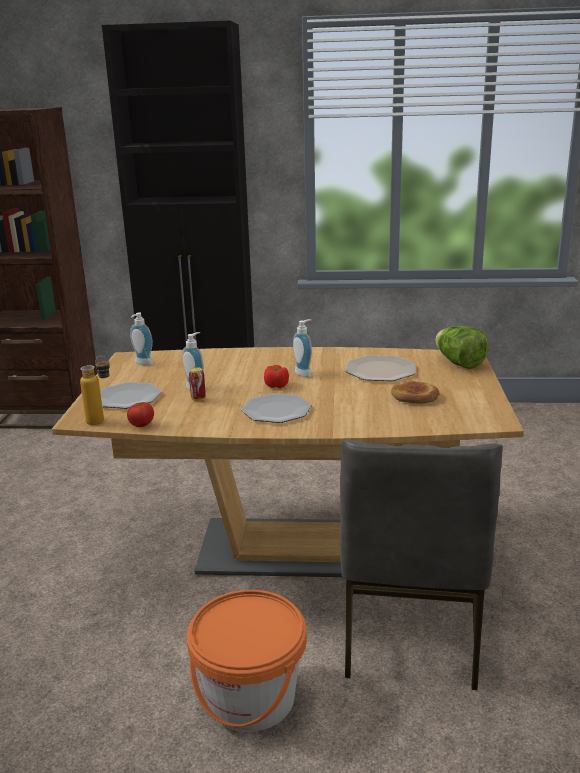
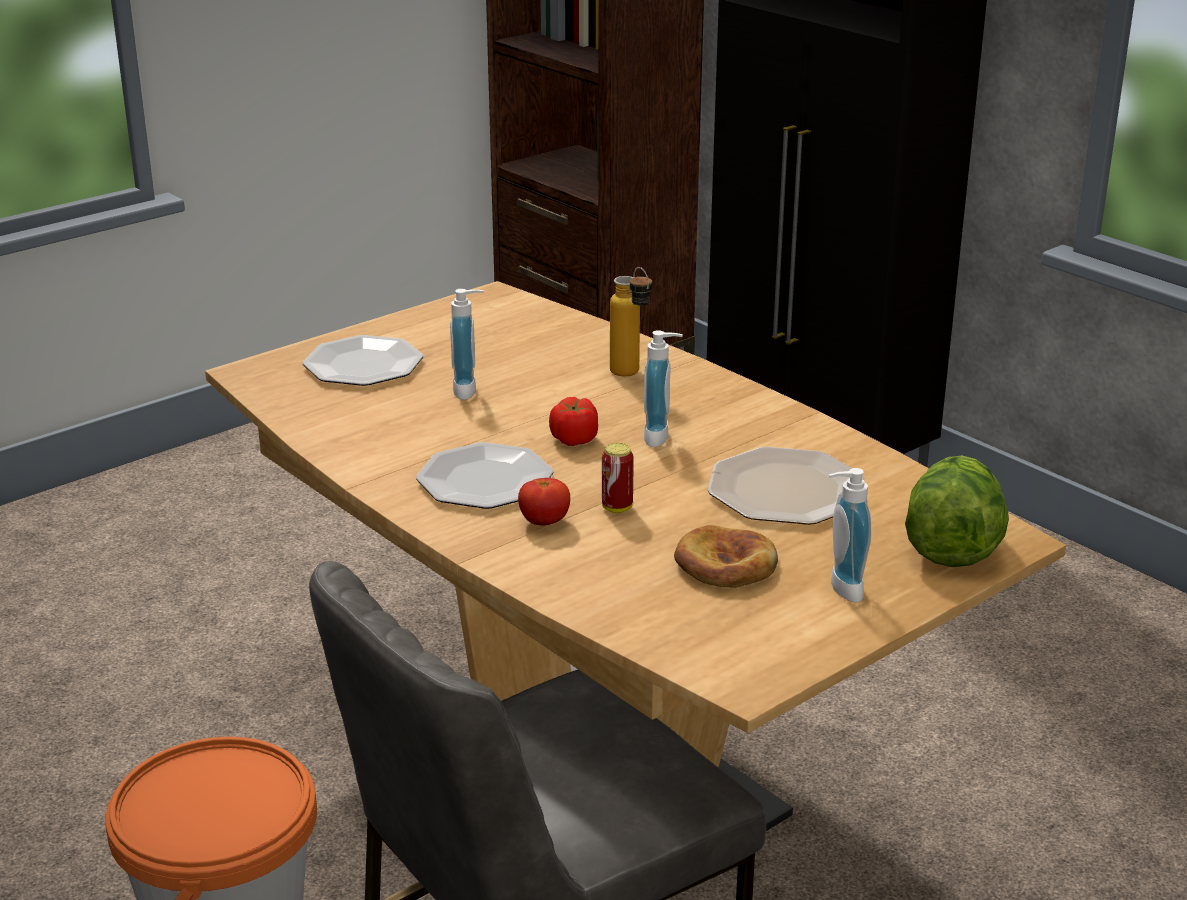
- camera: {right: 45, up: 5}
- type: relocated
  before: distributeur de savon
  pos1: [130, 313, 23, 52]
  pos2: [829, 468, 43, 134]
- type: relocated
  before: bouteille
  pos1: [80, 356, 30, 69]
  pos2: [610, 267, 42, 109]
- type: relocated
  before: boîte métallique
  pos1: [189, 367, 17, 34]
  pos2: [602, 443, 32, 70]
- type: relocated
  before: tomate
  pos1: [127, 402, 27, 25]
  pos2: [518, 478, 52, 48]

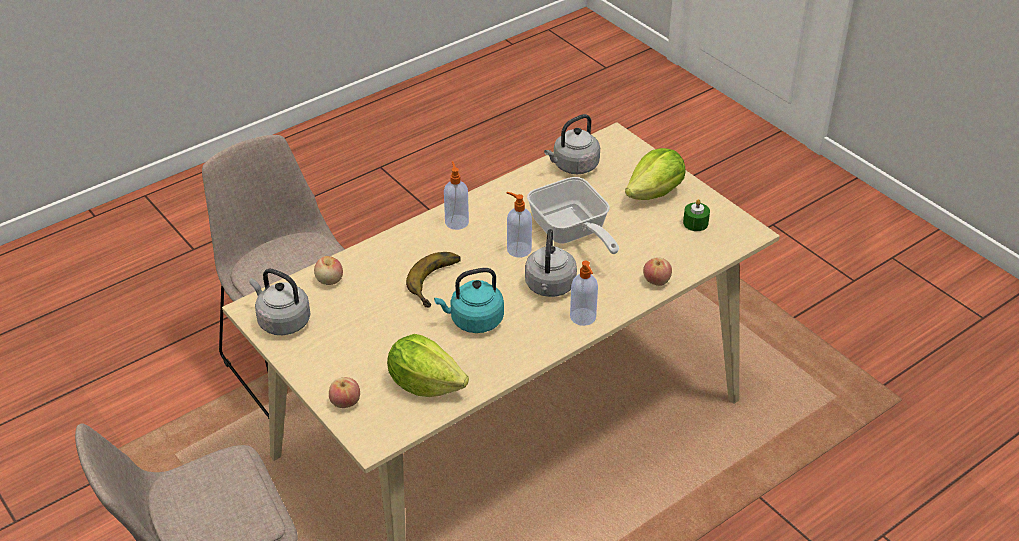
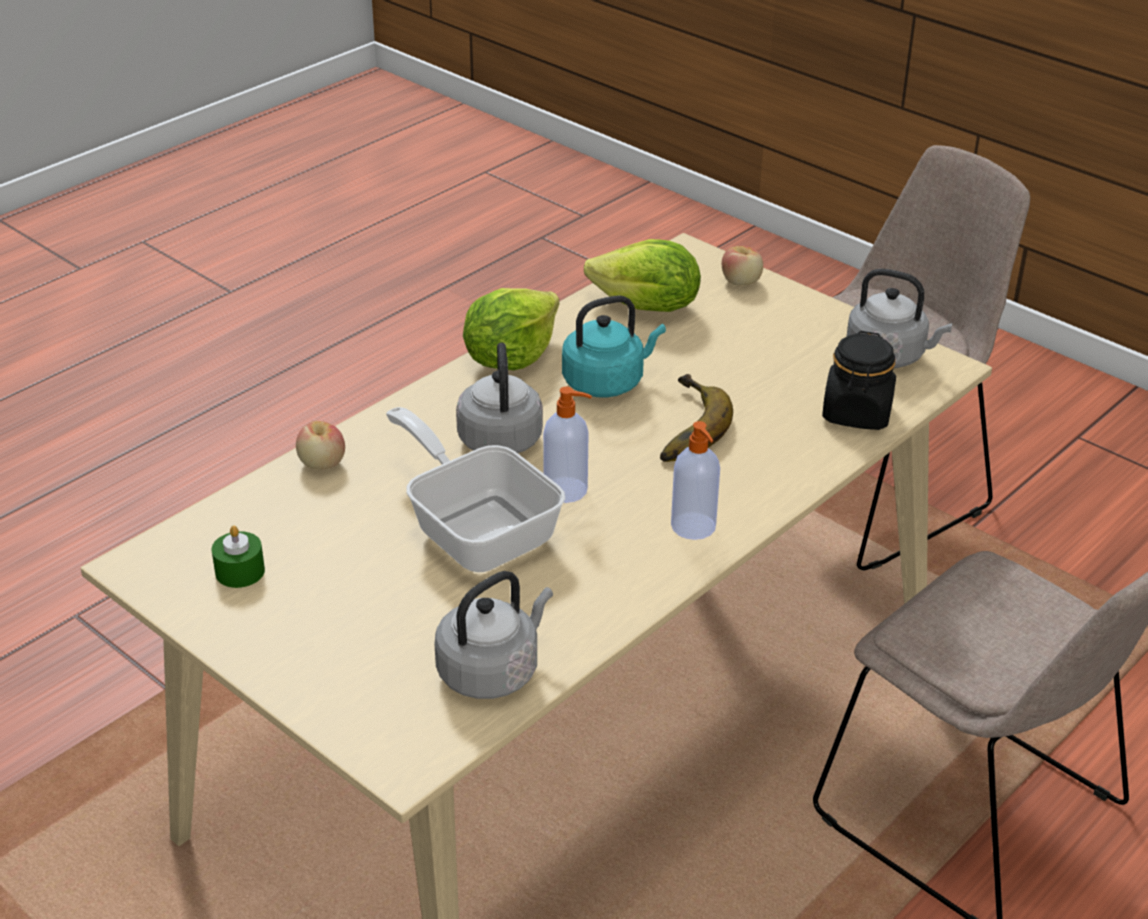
- camera: {right: 170, up: -5}
- type: relocated
  before: laitue
  pos1: [625, 148, 61, 52]
  pos2: [463, 288, 96, 82]
- type: exchanged
  before: pomme
  after: bocal (noir)
  pos1: [314, 256, 29, 29]
  pos2: [822, 331, 74, 99]
- type: missing
  before: distributeur de savon
  pos1: [570, 261, 28, 65]

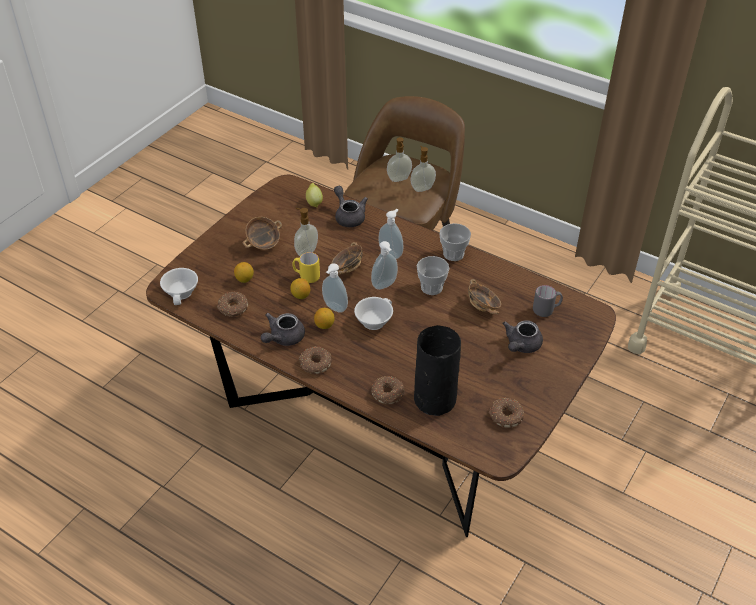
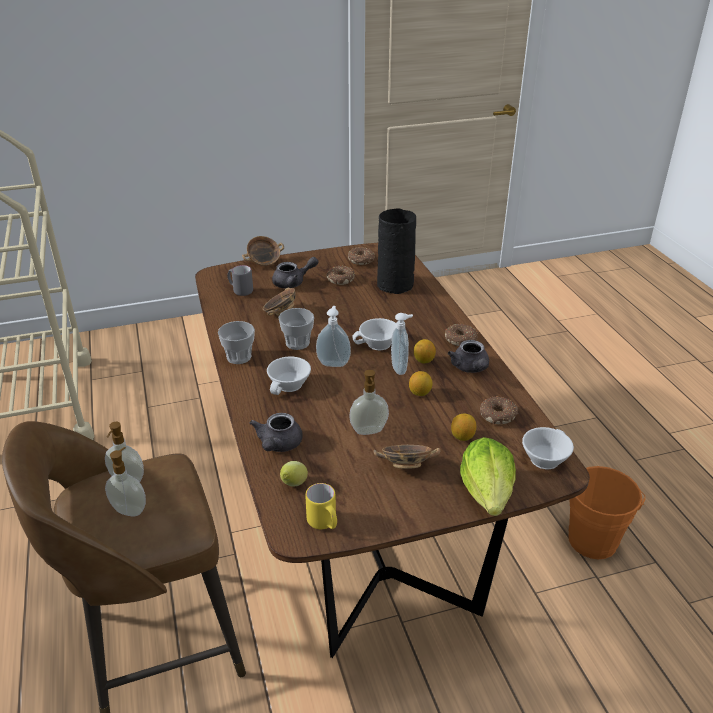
- camera: {right: -140, up: -10}
- type: exchanged
  before: distributeur de savon
  after: tasse (blanc)
  pos1: [378, 209, 25, 50]
  pos2: [267, 356, 44, 39]
- type: relocated
  before: bol
  pos1: [331, 242, 32, 33]
  pos2: [242, 236, 42, 30]
- type: relocated
  before: mug (jaune)
  pos1: [292, 252, 28, 31]
  pos2: [305, 483, 32, 46]
- type: spun
  before: théière (gris)
  pos1: [261, 313, 44, 33]
  pos2: [448, 340, 41, 33]
  turn: 90
- type: relocated
  before: beignet
  pos1: [371, 376, 34, 29]
  pos2: [326, 266, 29, 19]
- type: appeared
  after: laitue
  pos2: [460, 437, 56, 79]
- type: appeared
  after: seau (orange)
  pos2: [568, 466, 78, 94]

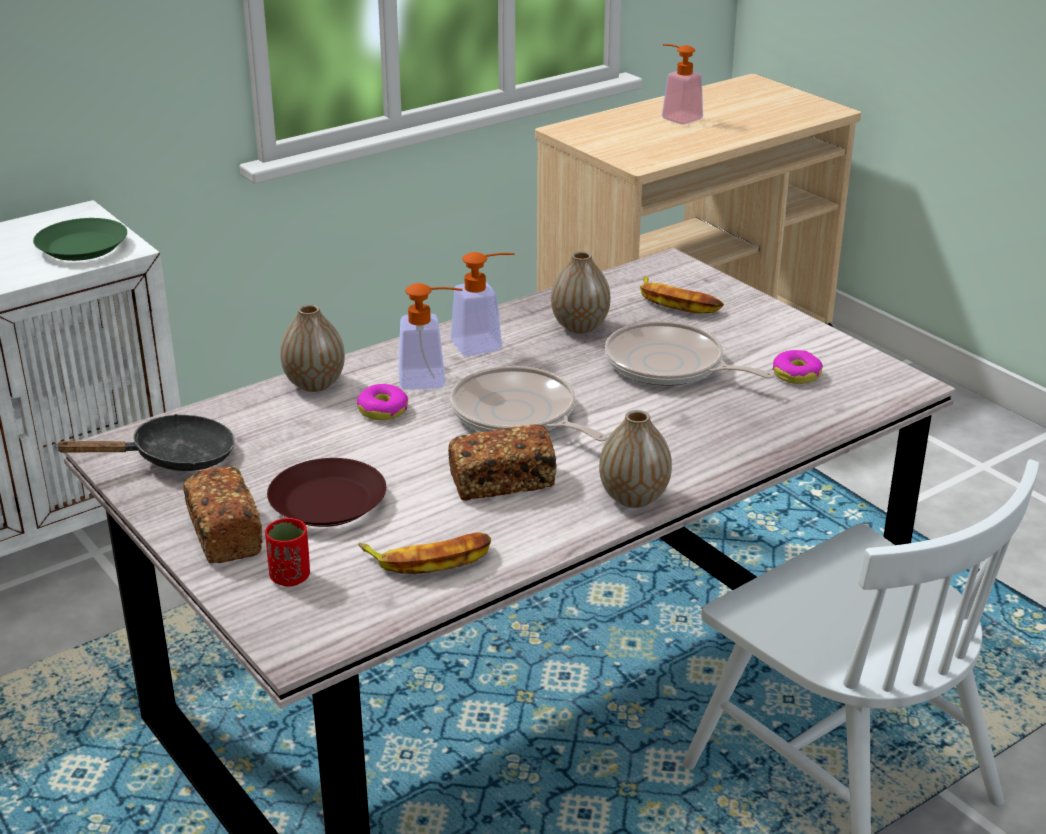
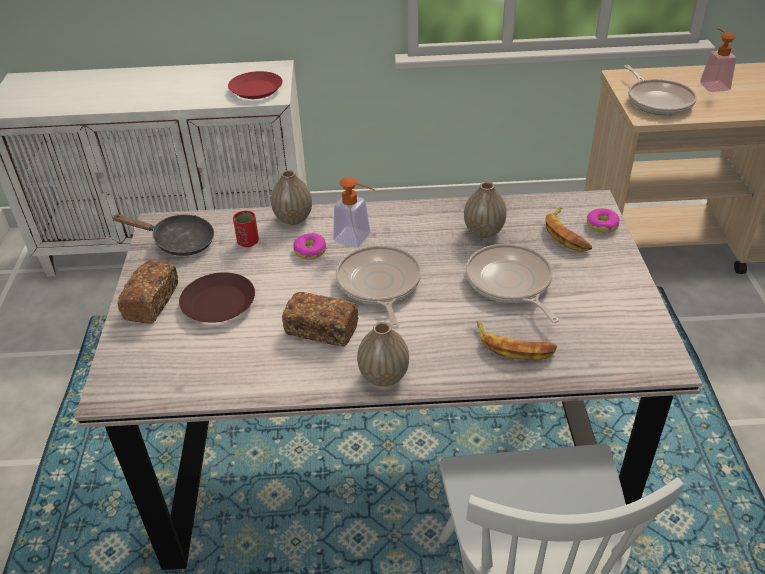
- camera: {right: 35, up: 10}
- type: colour
  before: assiette (vert)
  after: assiette (rouge)
  pos1: [33, 218, 94, 43]
  pos2: [228, 71, 55, 28]
- type: missing
  before: distributeur de savon
  pos1: [451, 252, 64, 104]
- type: relocated
  before: beignet
  pos1: [773, 350, 50, 34]
  pos2: [587, 208, 33, 25]
- type: relocated
  before: tasse (rouge)
  pos1: [265, 518, 45, 69]
  pos2: [233, 211, 26, 36]
- type: relocated
  before: banane
  pos1: [358, 532, 133, 42]
  pos2: [477, 321, 80, 39]
- type: appeared
  after: poêle
  pos2: [624, 65, 73, 50]

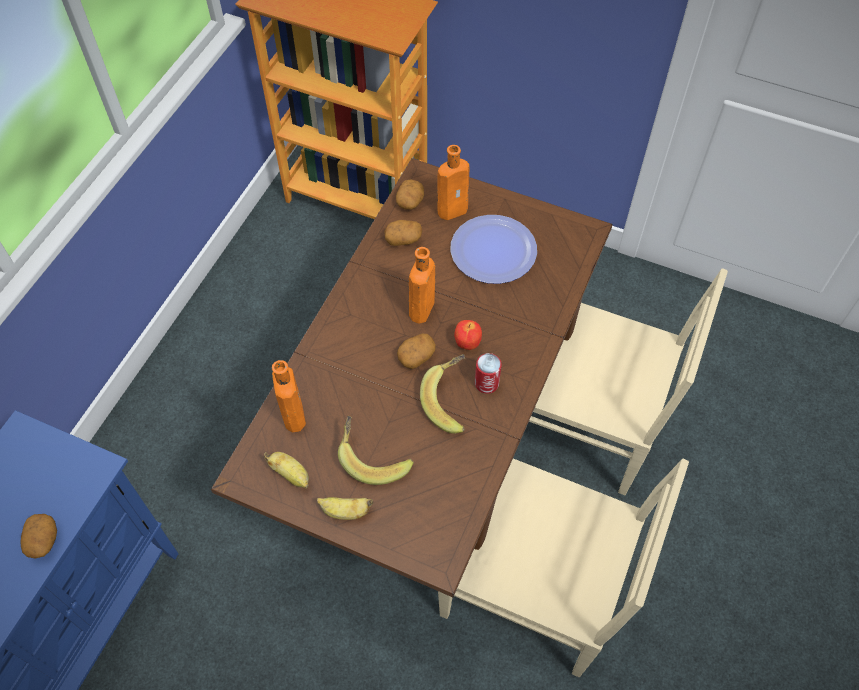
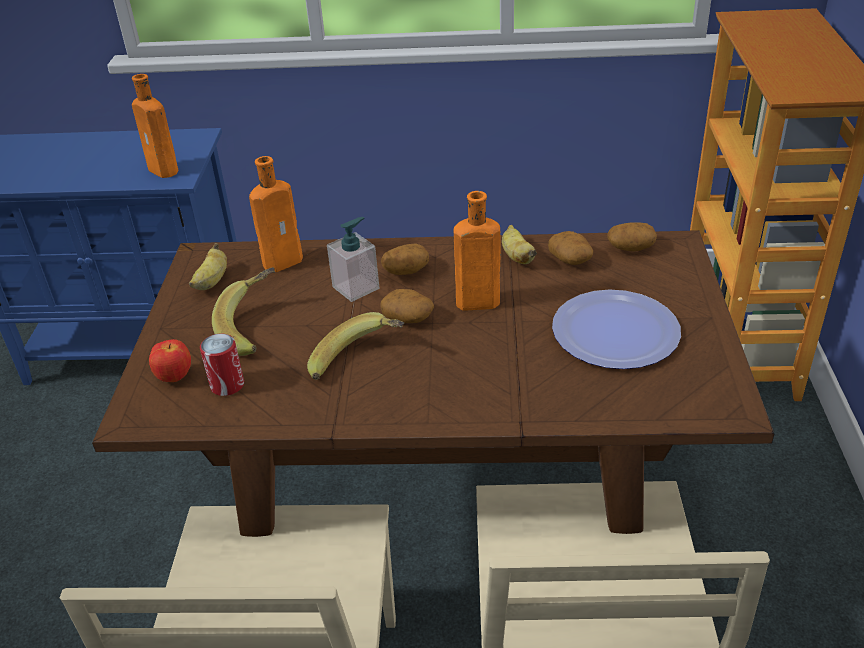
- camera: {right: 70, up: -20}
- type: relocated
  before: bouteille (orange)
  pos1: [437, 145, 33, 75]
  pos2: [132, 74, 46, 104]
- type: relocated
  before: pomme
  pos1: [454, 320, 28, 30]
  pos2: [149, 339, 42, 43]
- type: relocated
  before: boîte métallique
  pos1: [475, 353, 27, 41]
  pos2: [200, 334, 44, 62]
- type: relocated
  before: banane
  pos1: [317, 497, 56, 23]
  pos2: [502, 225, 35, 39]
- type: relocated
  before: pomme de terre
  pos1: [20, 514, 37, 45]
  pos2: [381, 243, 48, 32]
- type: appeared
  after: distributeur de savon
  pos2: [327, 217, 52, 85]

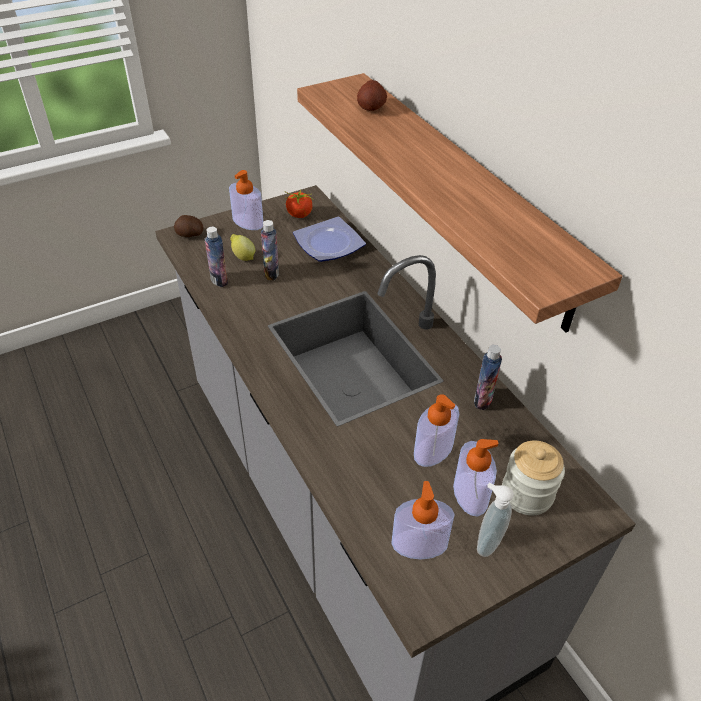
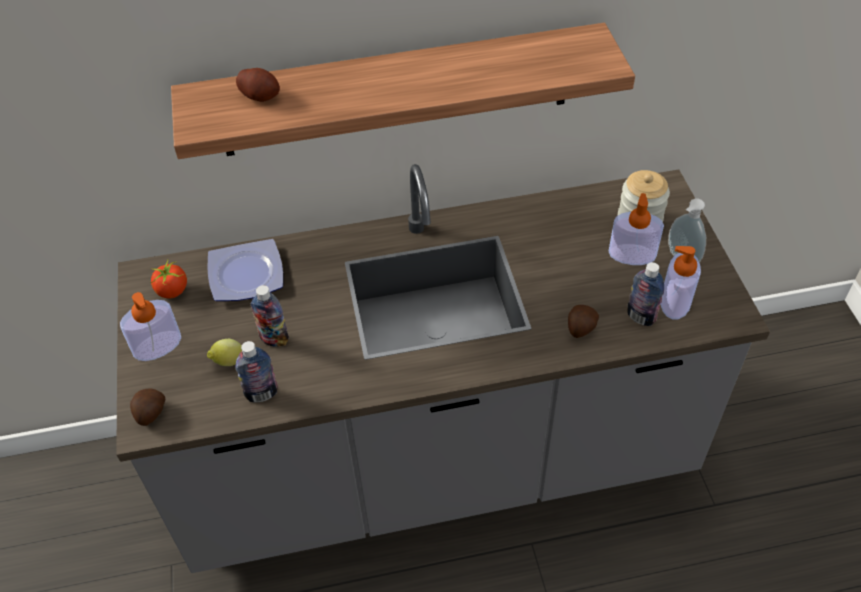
- camera: {right: -70, up: 5}
- type: relocated
  before: bouteille
  pos1: [474, 345, 28, 65]
  pos2: [627, 262, 37, 64]
- type: missing
  before: distributeur de savon
  pos1: [414, 394, 45, 73]
- type: appeared
  after: pomme de terre
  pos2: [568, 305, 31, 33]

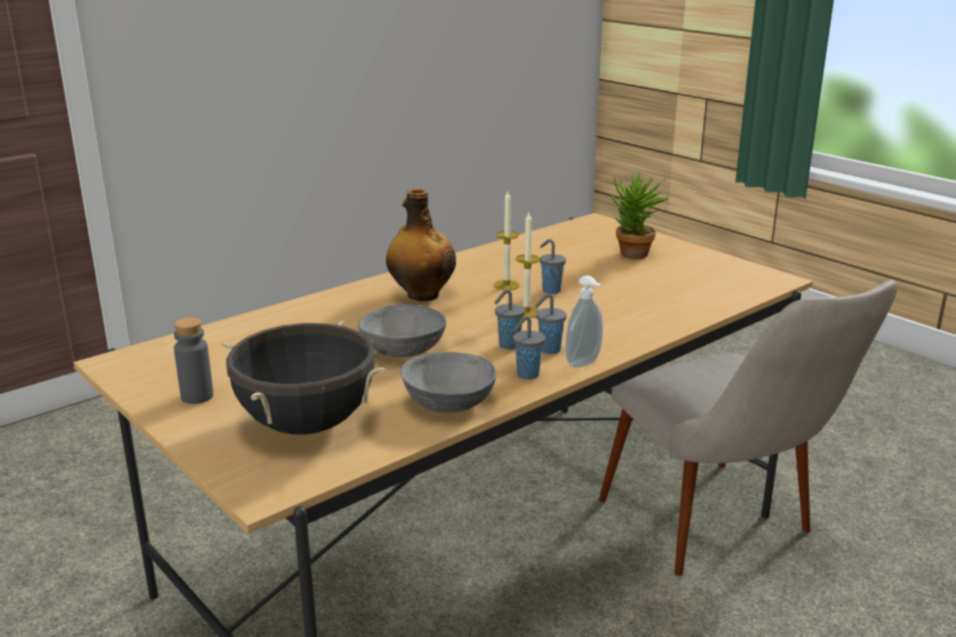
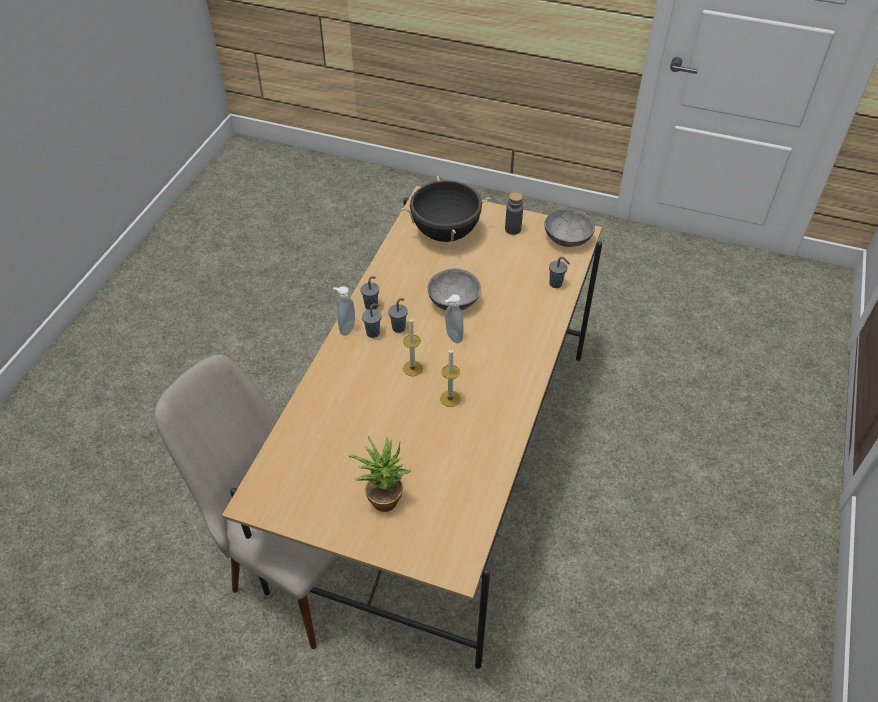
- camera: {right: 150, up: 25}
- type: missing
  before: bouteille
  pos1: [386, 188, 70, 113]
- type: relocated
  before: tasse (gris)
  pos1: [540, 239, 26, 55]
  pos2: [549, 257, 21, 31]
- type: relocated
  before: bol (gris)
  pos1: [401, 352, 95, 61]
  pos2: [544, 208, 51, 39]
- type: appeared
  after: distributeur de savon
  pos2: [445, 294, 18, 49]

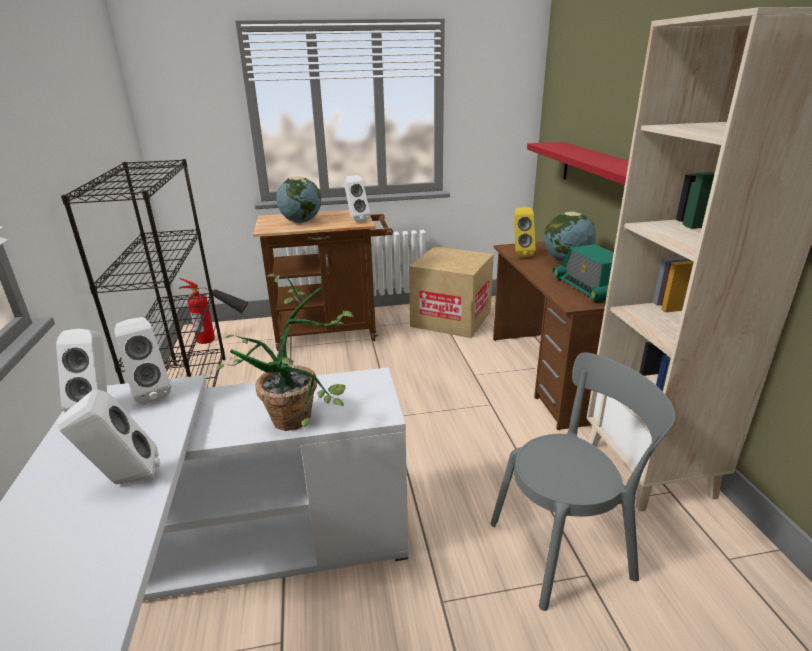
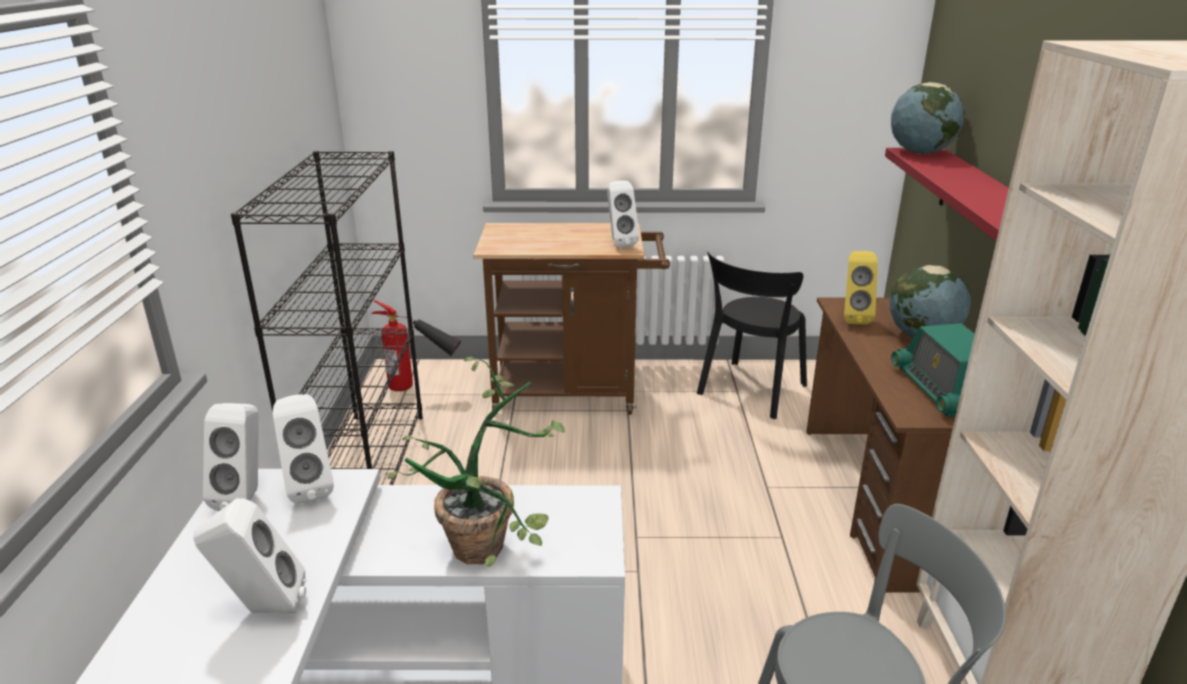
- camera: {right: 10, up: 0}
- type: relocated
  before: globe
  pos1: [276, 176, 45, 47]
  pos2: [891, 82, 74, 72]
- type: exchanged
  before: carton
  after: chaise (noir)
  pos1: [409, 247, 85, 91]
  pos2: [697, 252, 110, 167]

